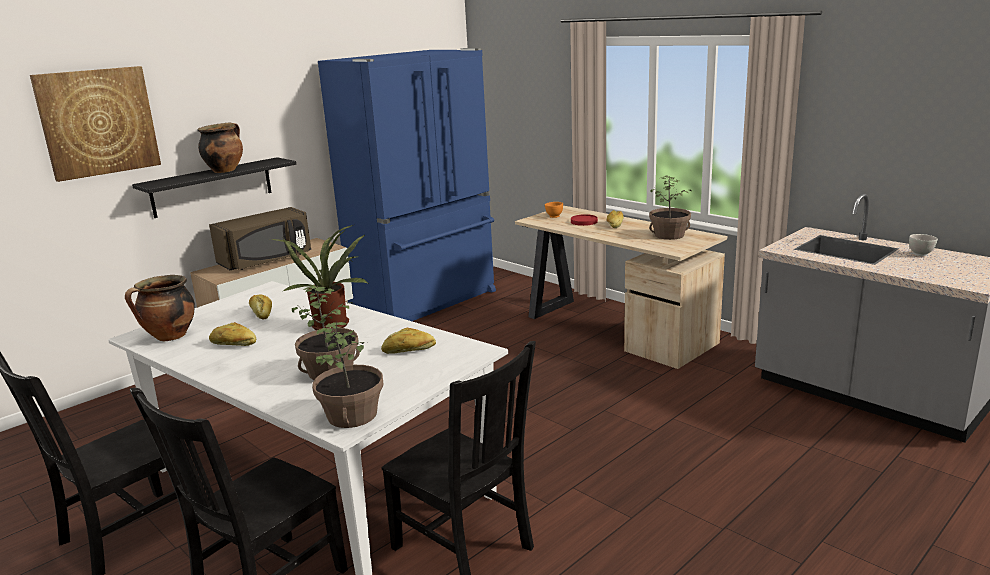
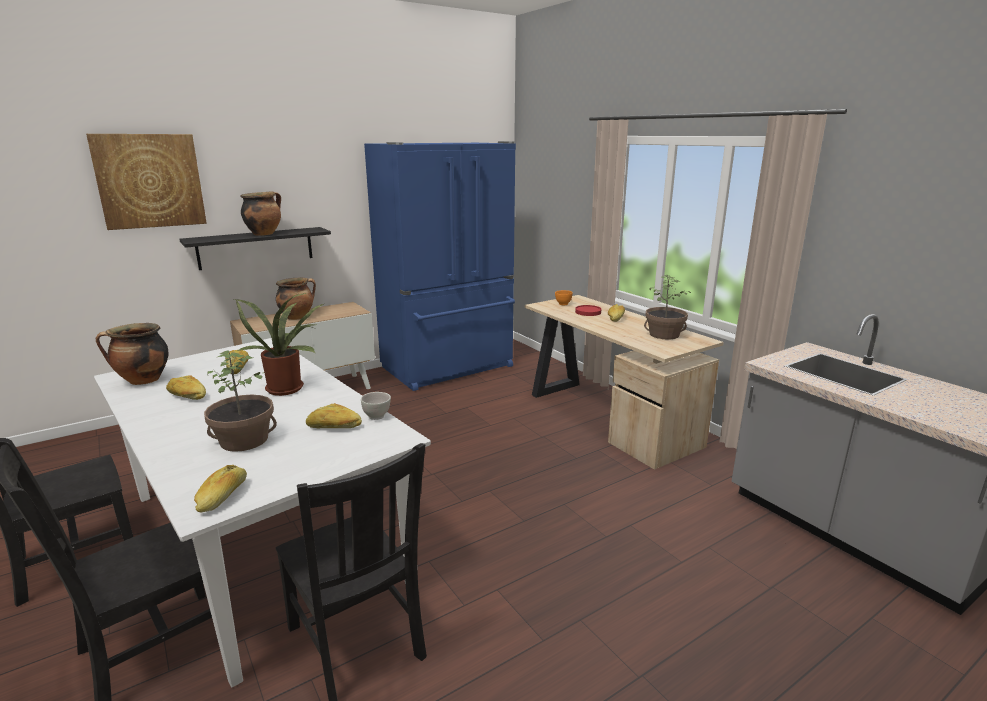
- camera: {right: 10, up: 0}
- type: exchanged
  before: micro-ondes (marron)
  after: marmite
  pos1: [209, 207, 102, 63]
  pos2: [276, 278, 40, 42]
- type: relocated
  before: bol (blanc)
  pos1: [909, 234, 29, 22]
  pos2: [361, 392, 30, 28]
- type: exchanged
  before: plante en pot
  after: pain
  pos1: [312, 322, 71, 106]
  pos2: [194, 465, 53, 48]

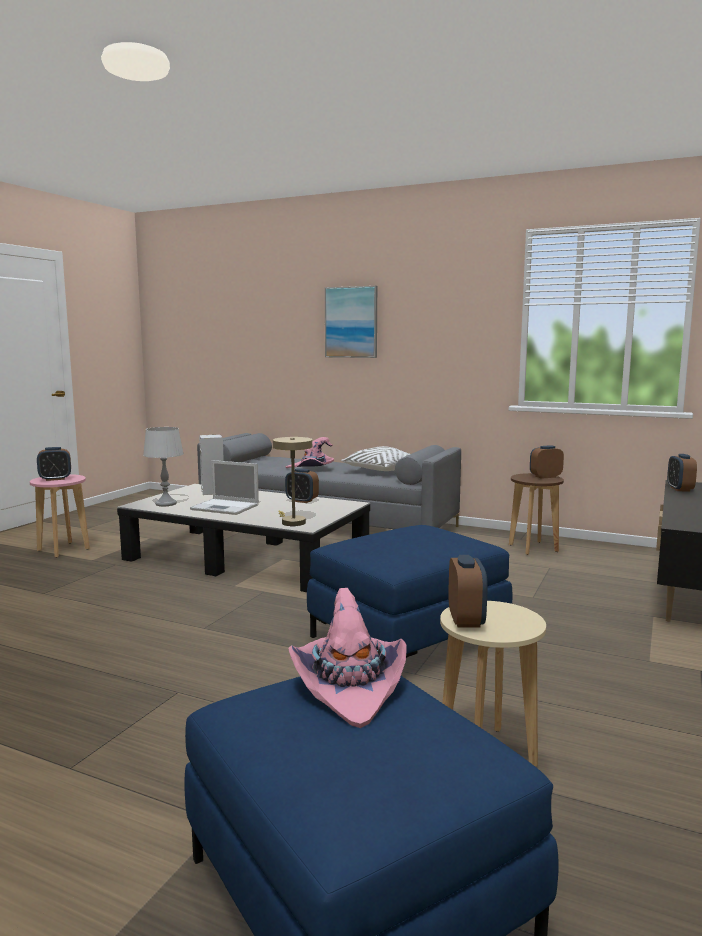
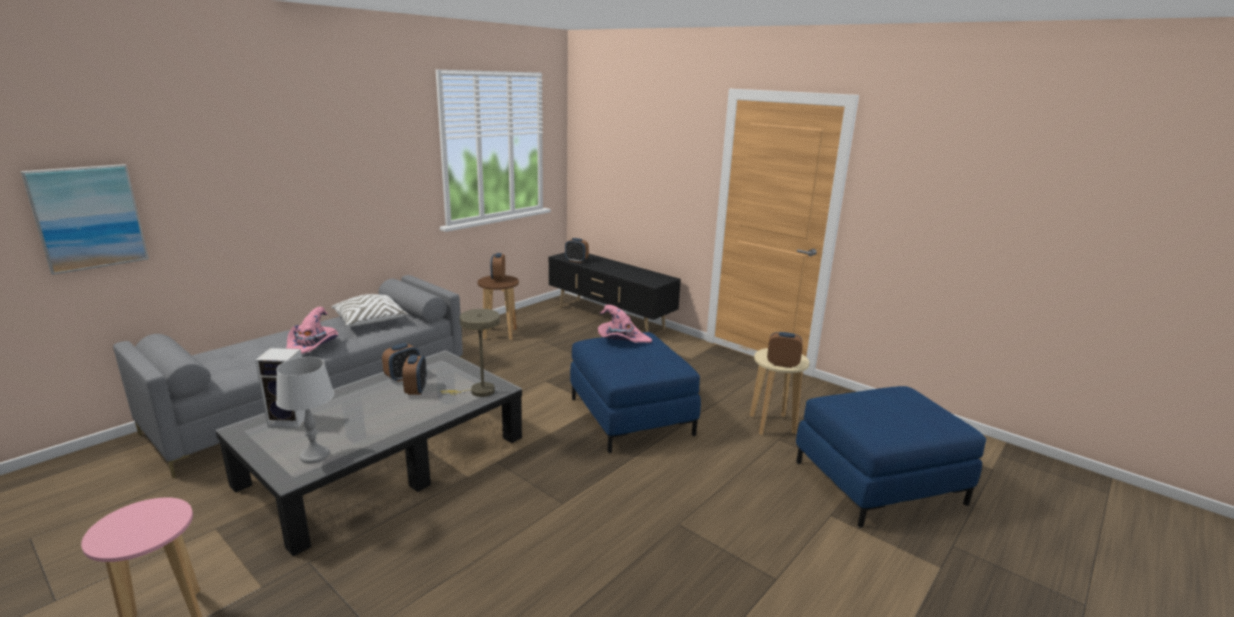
- camera: {right: -75, up: 10}
- type: relocated
  before: tableau
  pos1: [325, 286, 52, 72]
  pos2: [21, 164, 128, 111]
- type: relocated
  before: réveil
  pos1: [37, 447, 34, 34]
  pos2: [402, 355, 25, 40]
- type: missing
  before: ordinateur portable
  pos1: [190, 460, 69, 55]
- type: relocated
  before: chapeau (rose)
  pos1: [288, 588, 118, 140]
  pos2: [598, 305, 54, 38]

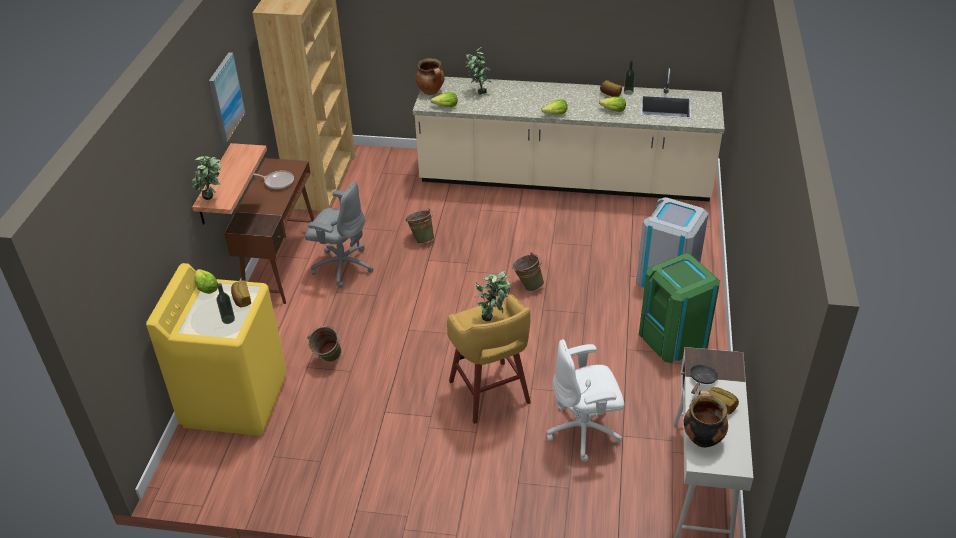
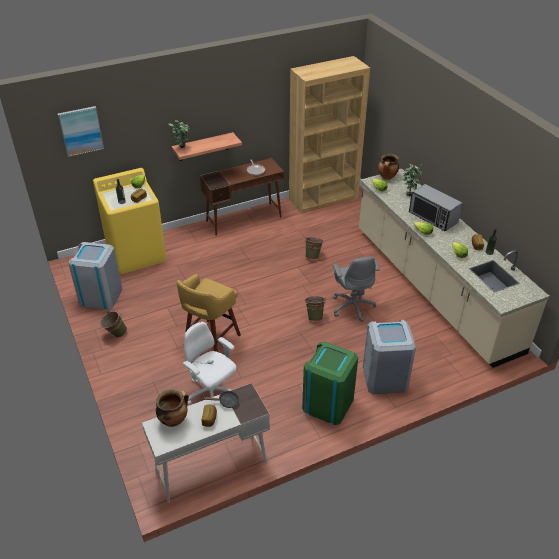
- camera: {right: 55, up: 0}
- type: relocated
  before: tableau
  pos1: [209, 52, 37, 91]
  pos2: [58, 106, 46, 51]
- type: relocated
  before: chaise de bureau (gris)
  pos1: [305, 182, 68, 106]
  pos2: [332, 257, 48, 65]
- type: missing
  before: plante en pot
  pos1: [474, 271, 37, 50]
- type: relocated
  before: seau (vert)
  pos1: [307, 326, 35, 36]
  pos2: [101, 311, 26, 27]
- type: appeared
  after: micro-ondes
  pos2: [409, 184, 54, 47]
- type: appeared
  after: poubelle (gris)
  pos2: [68, 242, 54, 68]

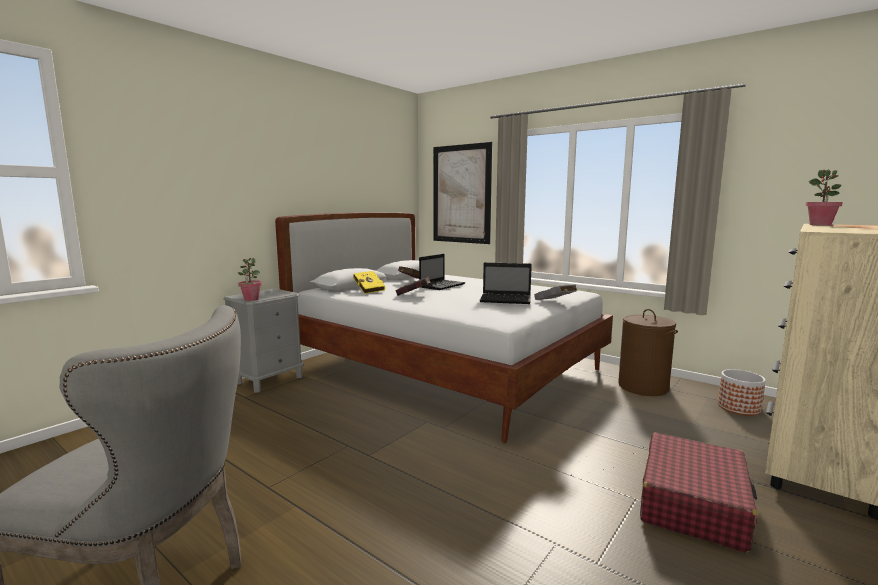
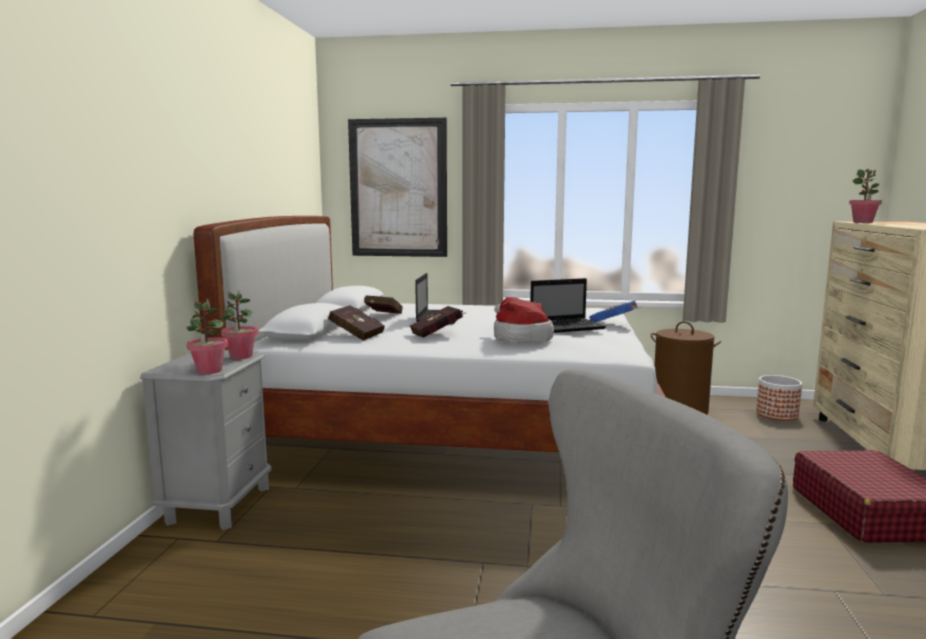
- camera: {right: -30, up: 0}
- type: colour
  before: livre (jaune)
  after: livre (rouge)
  pos1: [353, 271, 32, 23]
  pos2: [328, 305, 57, 35]
- type: colour
  before: livre (gris)
  after: livre (bleu)
  pos1: [534, 285, 43, 15]
  pos2: [589, 300, 52, 22]
- type: appeared
  after: plante en pot
  pos2: [221, 291, 37, 68]
- type: appeared
  after: chapeau
  pos2: [494, 297, 60, 46]

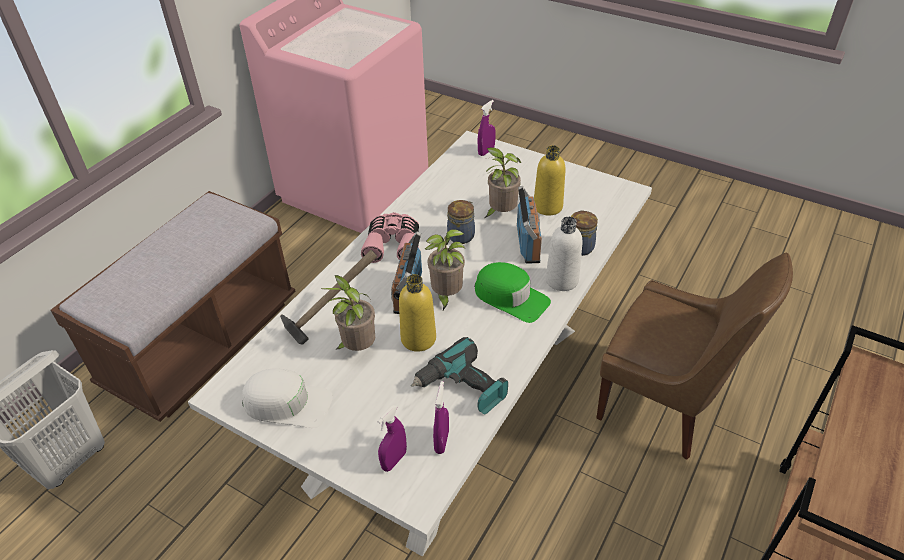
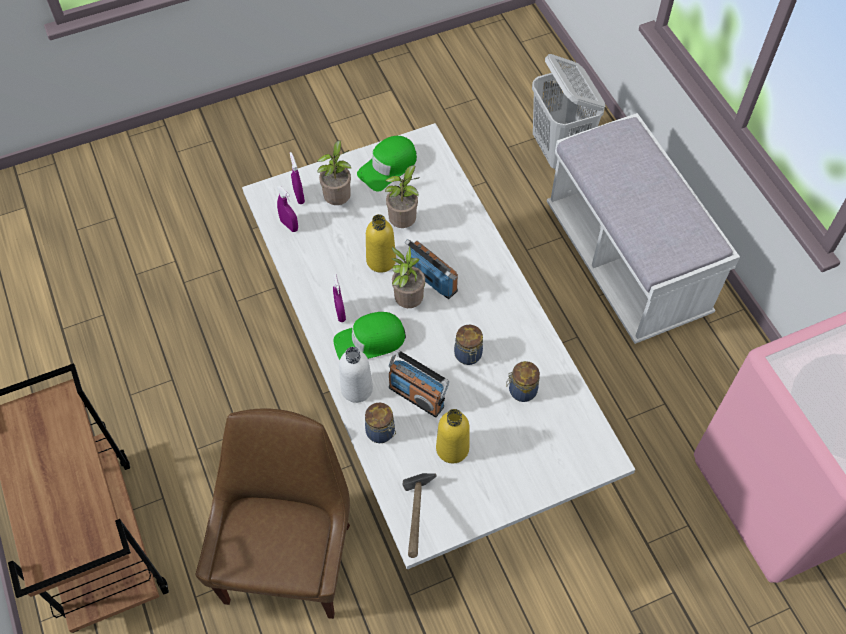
- camera: {right: 125, up: 15}
- type: relocated
  before: vaporisateur (violet)
  pos1: [478, 100, 18, 56]
  pos2: [333, 274, 13, 48]
- type: relocated
  before: plante en pot
  pos1: [485, 147, 36, 71]
  pos2: [317, 141, 35, 64]
- type: colour
  before: banc (marron)
  after: banc (blanc)
  pos1: [51, 191, 245, 231]
  pos2: [547, 113, 193, 231]
- type: missing
  before: jumelles (rose)
  pos1: [361, 212, 58, 51]
- type: relocated
  before: marteau
  pos1: [280, 250, 97, 95]
  pos2: [403, 473, 34, 85]
- type: spun
  before: chaise (marron)
  pos1: [596, 253, 197, 207]
  pos2: [196, 408, 154, 211]
  turn: 120
- type: missing
  before: perceuse
  pos1: [411, 337, 97, 78]
- type: colour
  before: casquette (blanc)
  after: casquette (vert)
  pos1: [242, 368, 91, 60]
  pos2: [357, 136, 60, 56]
- type: appeared
  after: bocal
  pos2: [506, 361, 34, 41]

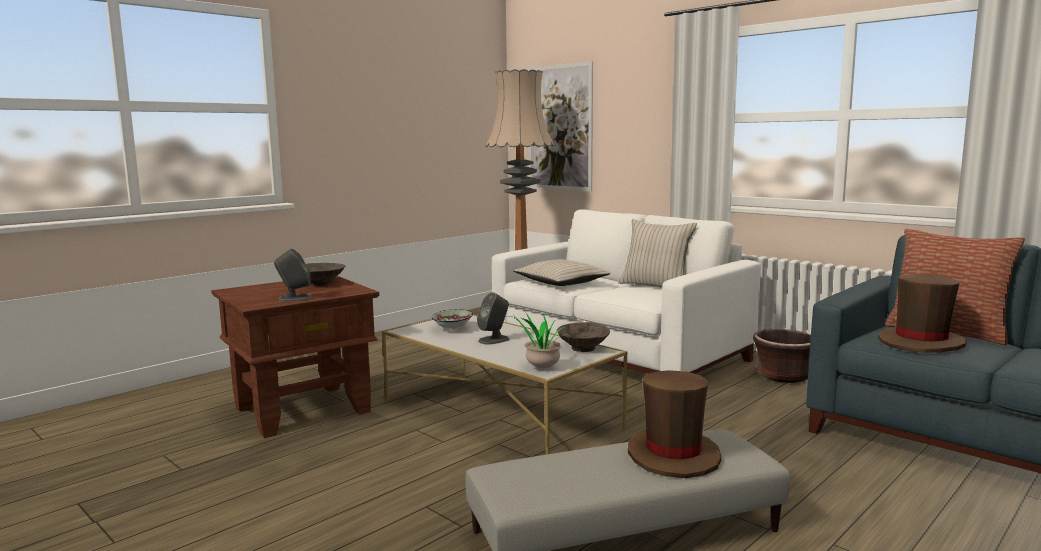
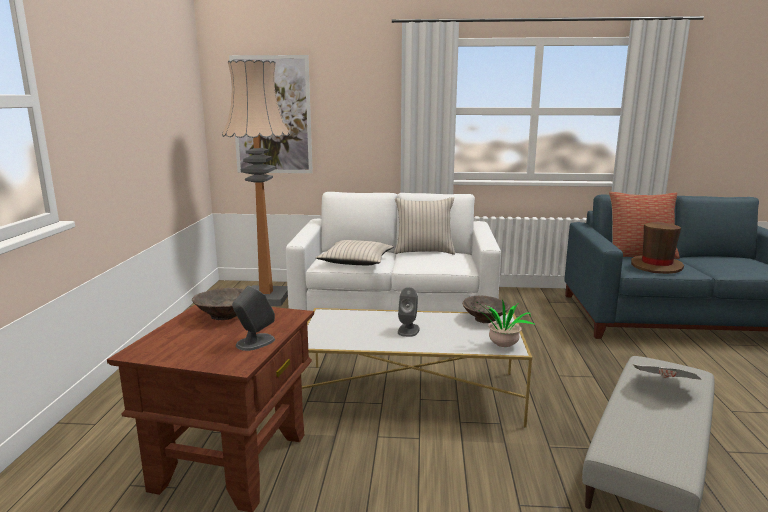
- camera: {right: -40, up: 5}
- type: missing
  before: bol
  pos1: [432, 309, 41, 20]
- type: missing
  before: cache-pot (marron)
  pos1: [753, 329, 58, 54]
- type: exchanged
  before: chapeau (marron)
  after: journal
  pos1: [628, 370, 93, 108]
  pos2: [633, 364, 69, 16]

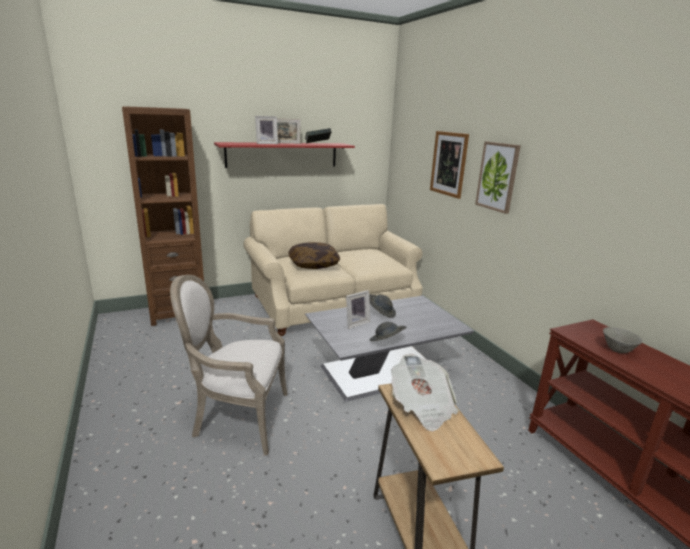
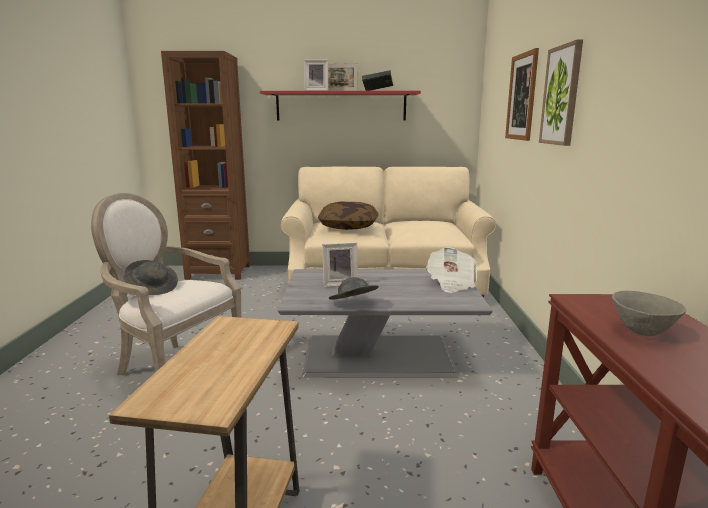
- camera: {right: 25, up: -5}
- type: relocated
  before: chapeau (gris)
  pos1: [369, 294, 27, 24]
  pos2: [125, 260, 53, 35]
- type: relocated
  before: journal
  pos1: [391, 354, 68, 78]
  pos2: [426, 247, 51, 46]

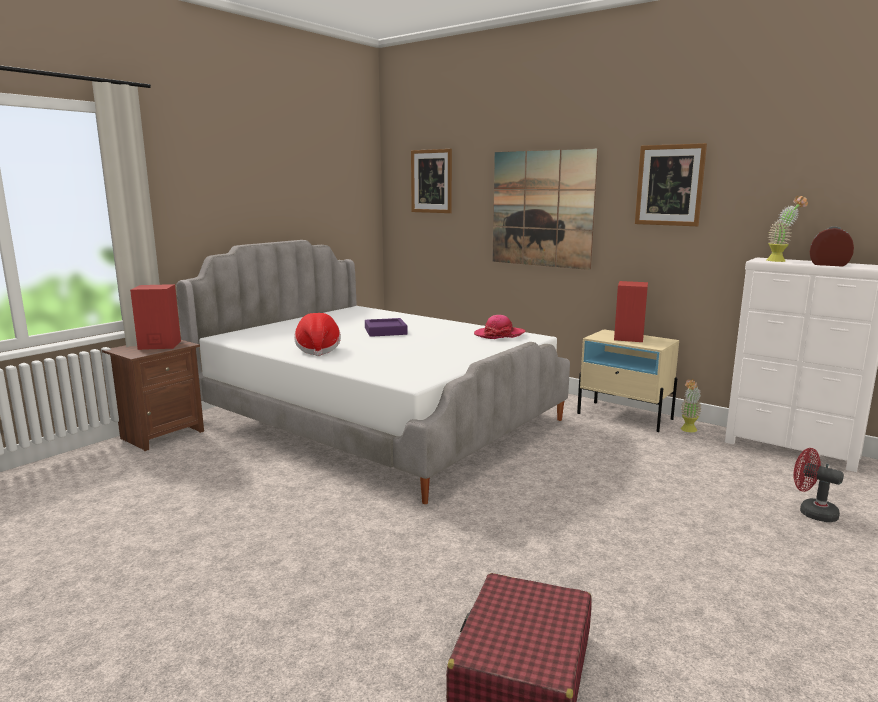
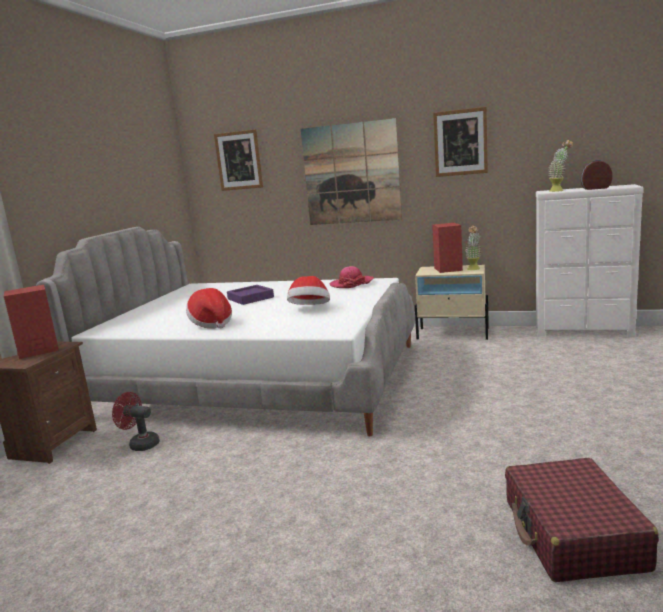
- camera: {right: -20, up: 0}
- type: relocated
  before: plante en pot
  pos1: [681, 379, 21, 53]
  pos2: [465, 225, 16, 45]
- type: relocated
  before: ventilateur (rouge)
  pos1: [793, 448, 51, 74]
  pos2: [112, 392, 48, 59]
- type: appeared
  after: chapeau
  pos2: [287, 276, 43, 29]

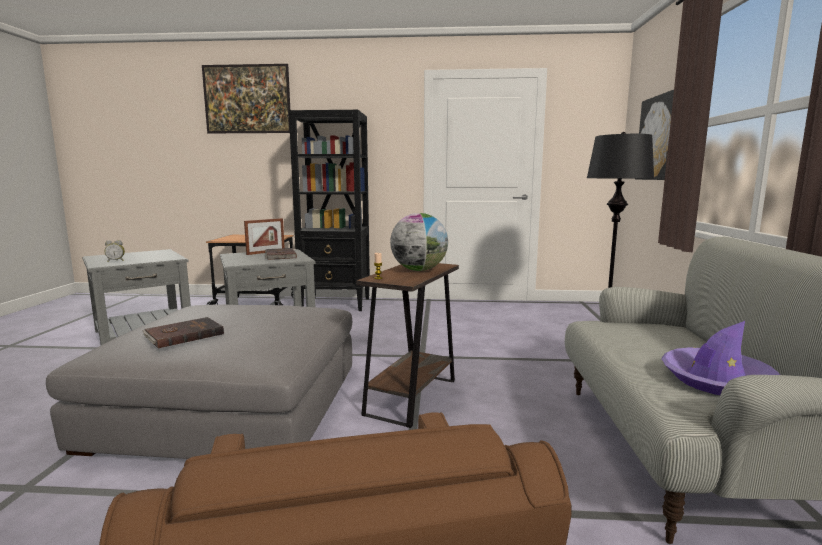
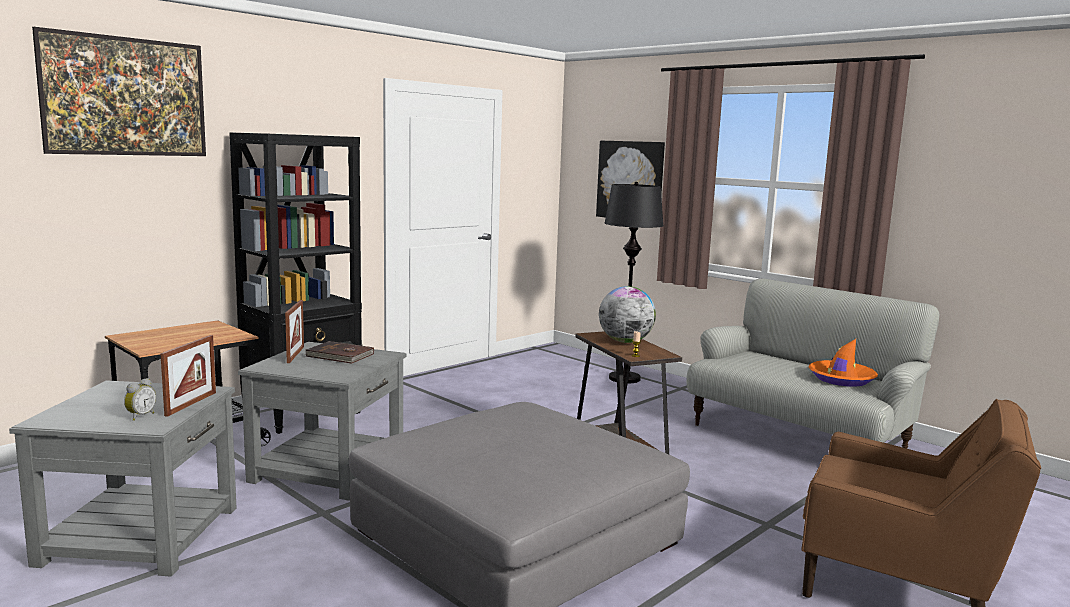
- camera: {right: -50, up: 0}
- type: missing
  before: livre (marron)
  pos1: [142, 317, 82, 31]
- type: colour
  before: chapeau (violet)
  after: chapeau (orange)
  pos1: [662, 321, 119, 74]
  pos2: [808, 339, 70, 48]
- type: appeared
  after: cadre photo
  pos2: [160, 335, 56, 82]

